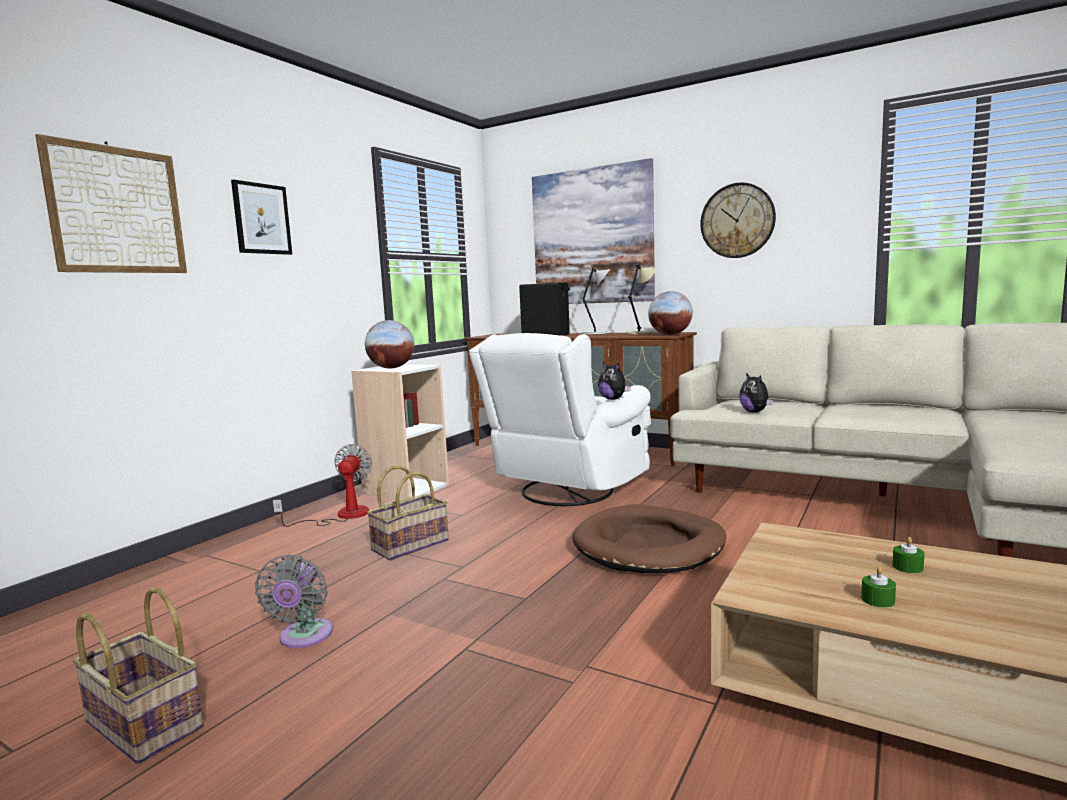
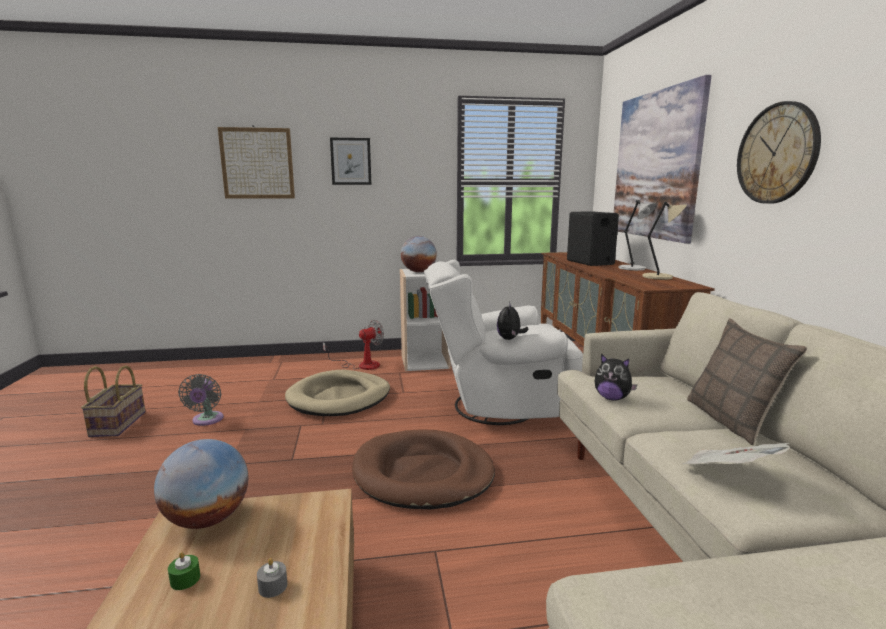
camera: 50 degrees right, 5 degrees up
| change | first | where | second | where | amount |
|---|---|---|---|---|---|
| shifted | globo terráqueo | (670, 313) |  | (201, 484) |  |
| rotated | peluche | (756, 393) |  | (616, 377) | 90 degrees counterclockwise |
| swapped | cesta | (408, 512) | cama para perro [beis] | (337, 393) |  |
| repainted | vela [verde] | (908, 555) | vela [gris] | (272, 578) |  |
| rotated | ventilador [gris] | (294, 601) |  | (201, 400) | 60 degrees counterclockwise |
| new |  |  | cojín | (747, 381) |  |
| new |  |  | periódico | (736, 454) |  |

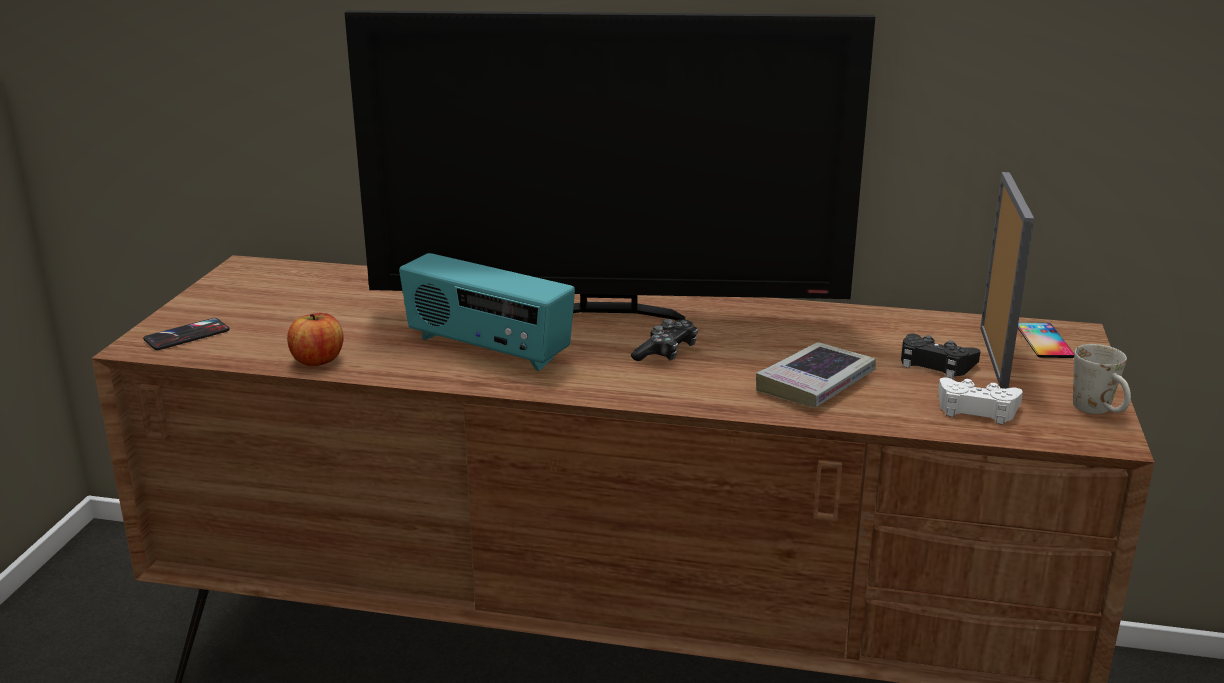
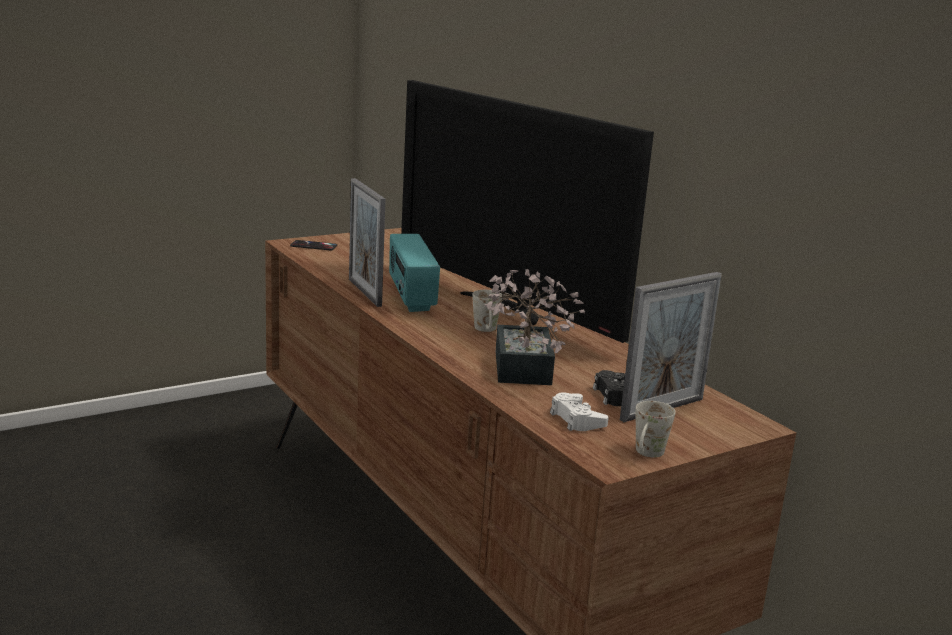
camera: 45 degrees right, 5 degrees down
| change | first | where | second | where | amount |
|---|---|---|---|---|---|
| gone | manzana | (315, 339) |  |  |  |
| swapped | mando de consola | (664, 340) | taza grande [blanco] | (487, 311) |  |
| gone | móvil | (1046, 340) |  |  |  |
| swapped | libro | (816, 374) | planta en maceta | (535, 327) |  |
| new |  |  | portarretratos | (367, 242) |  |

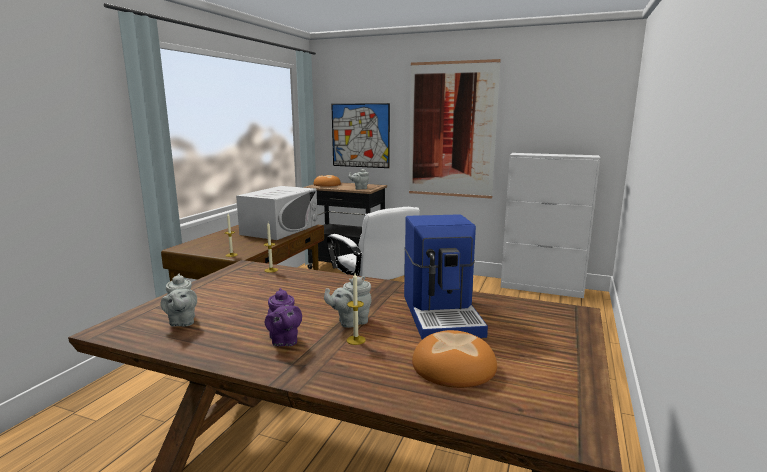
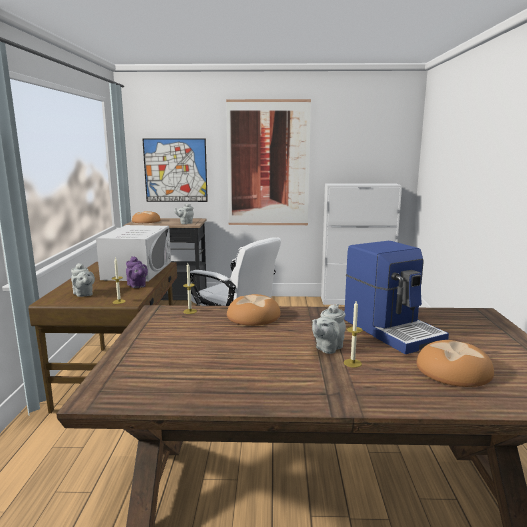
camera: 20 degrees left, 0 degrees up
| change | first | where | second | where | amount |
|---|---|---|---|---|---|
| shifted | tetera [gris] | (179, 300) |  | (83, 280) |  |
| shifted | tetera [morado] | (283, 317) |  | (137, 272) |  |
| new |  |  | pan | (254, 310) |  |

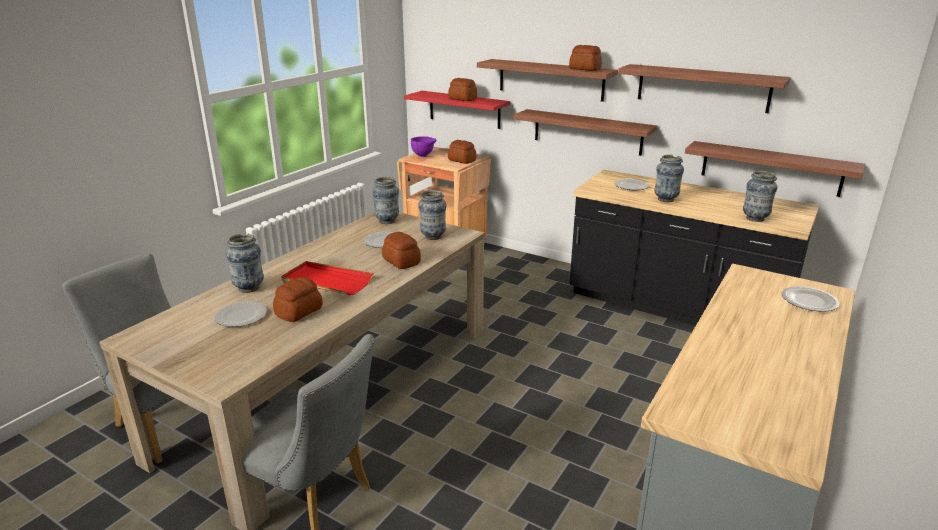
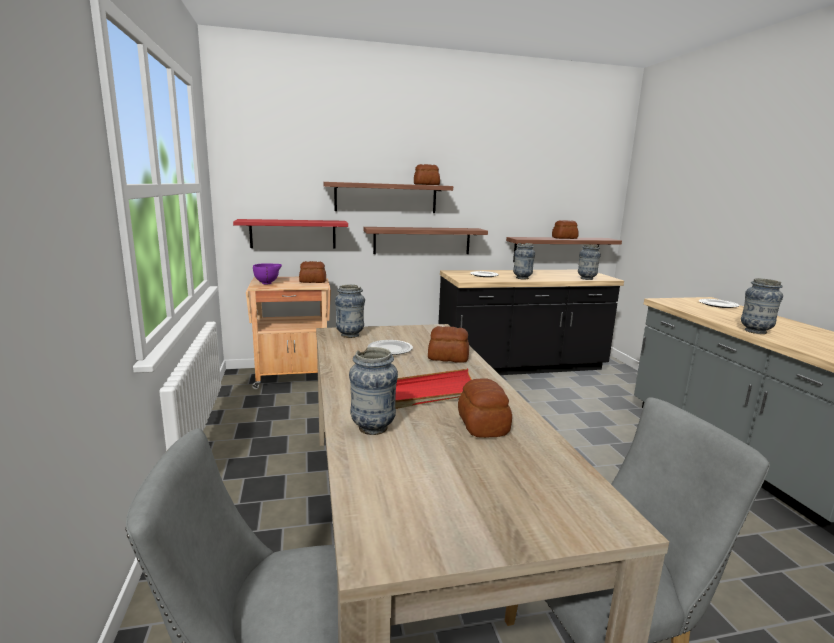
camera: 45 degrees left, 10 degrees down
| change | first | where | second | where | amount |
|---|---|---|---|---|---|
| gone | estante | (704, 88) |  |  |  |
| shifted | pan | (462, 89) |  | (565, 229) |  |
| shifted | florero | (432, 215) |  | (762, 306) |  |
| gone | plato | (240, 314) |  |  |  |

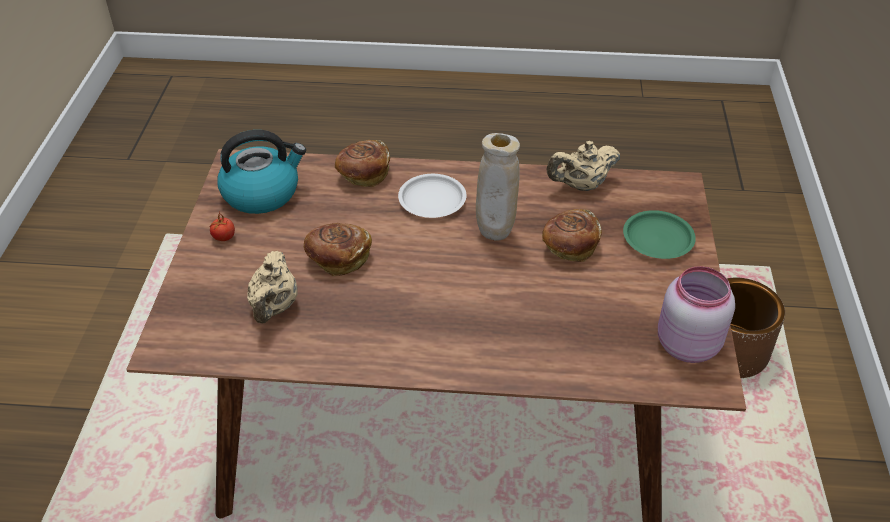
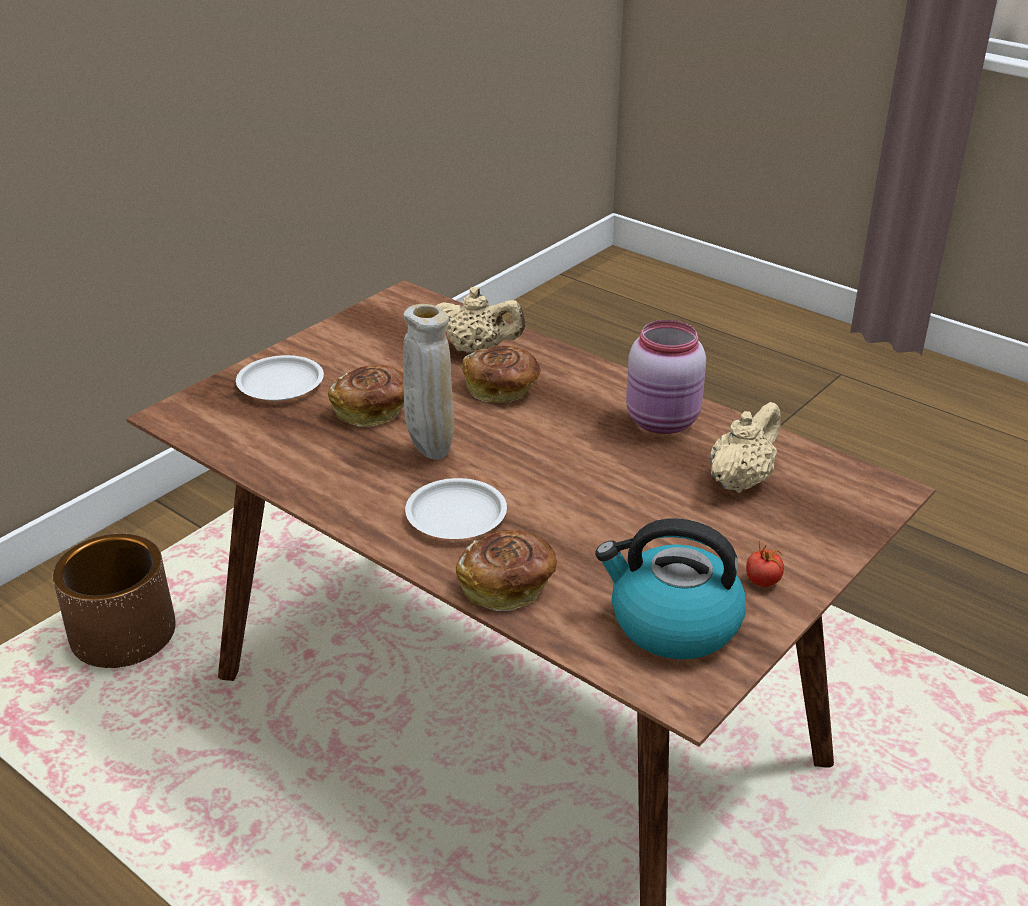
camera: 145 degrees left, 10 degrees down
| change | first | where | second | where | amount |
|---|---|---|---|---|---|
| shifted | tetera [beis] | (583, 166) |  | (480, 320) |  |
| repainted | plato [verde] | (659, 234) | plato [blanco] | (280, 378) |  |
| shifted | pan | (338, 249) |  | (501, 374) |  |
| shifted | tarro [rosa] | (696, 314) |  | (666, 377) |  |

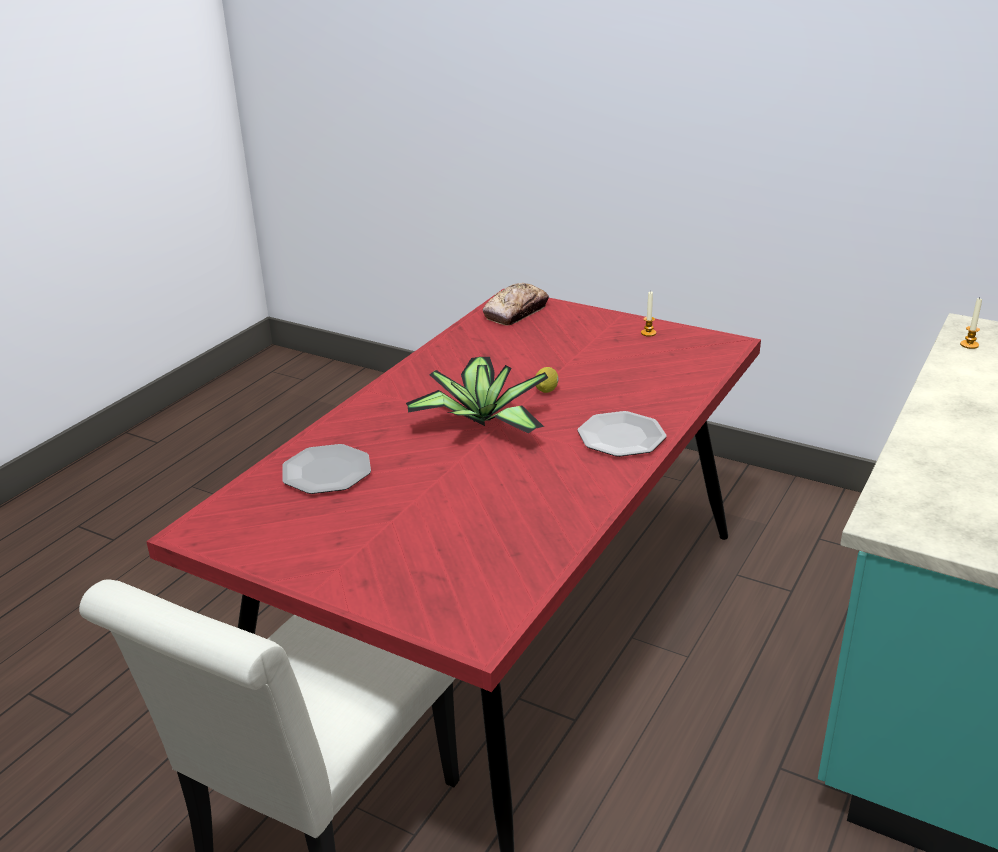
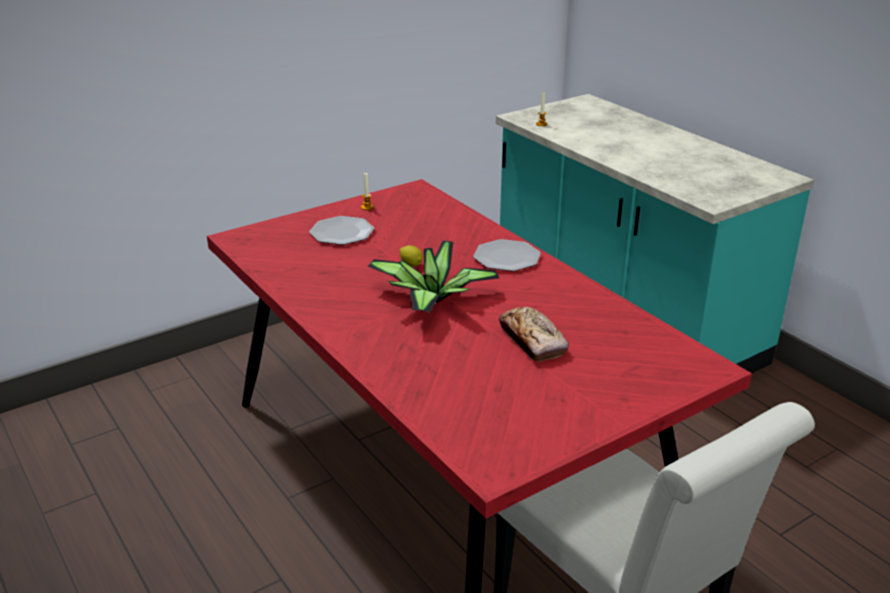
camera: 65 degrees left, 0 degrees up
| change | first | where | second | where | amount |
|---|---|---|---|---|---|
| shifted | pan | (516, 304) |  | (534, 334) |  |
| shifted | plato | (326, 469) |  | (341, 230) |  |

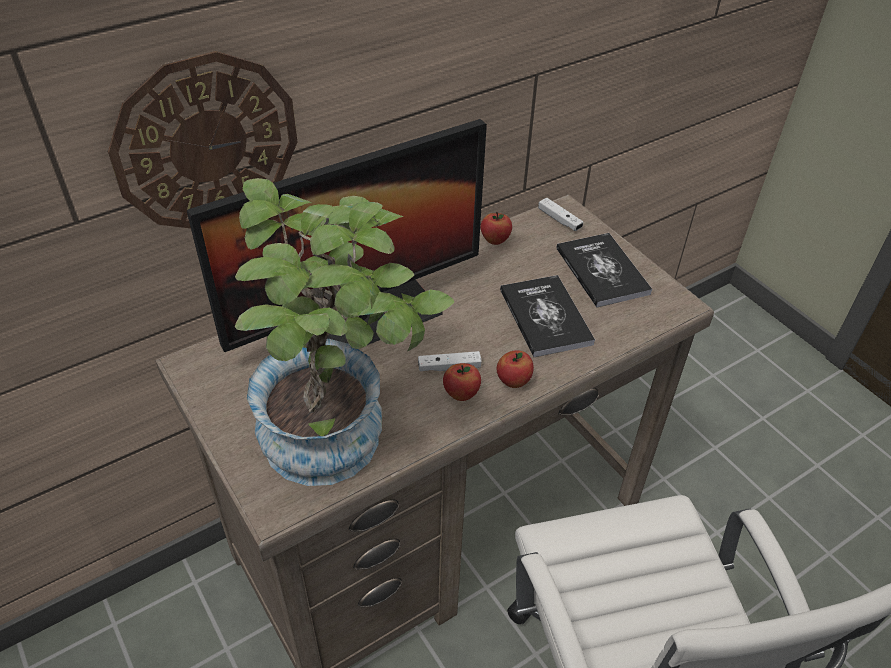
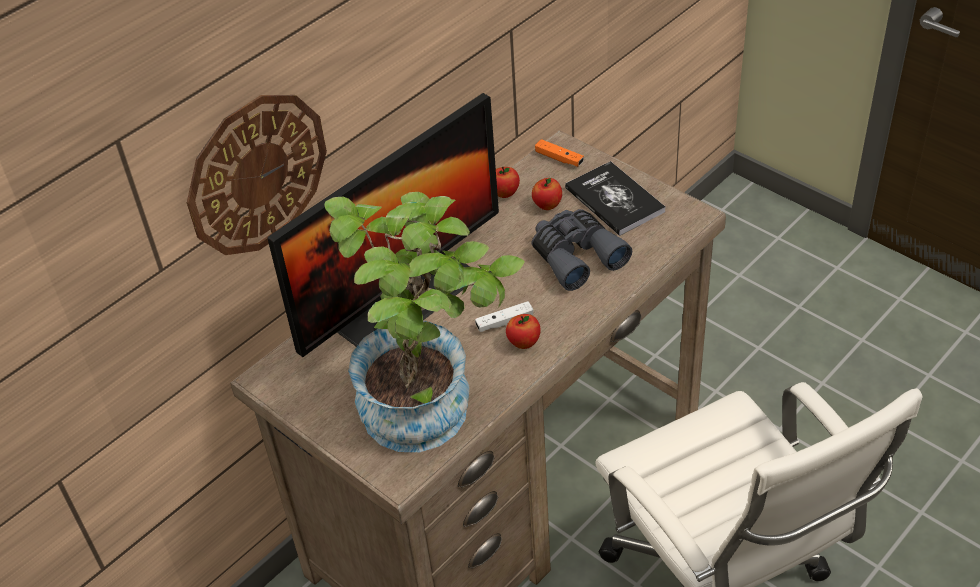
camera: 10 degrees left, 0 degrees up
| change | first | where | second | where | amount |
|---|---|---|---|---|---|
| repainted | mando de consola [blanco] | (560, 214) | mando de consola [naranja] | (559, 153) |  |
| swapped | libro | (547, 316) | prismáticos [gris] | (582, 250) |  |
| shifted | manzana | (515, 369) |  | (547, 194) |  |

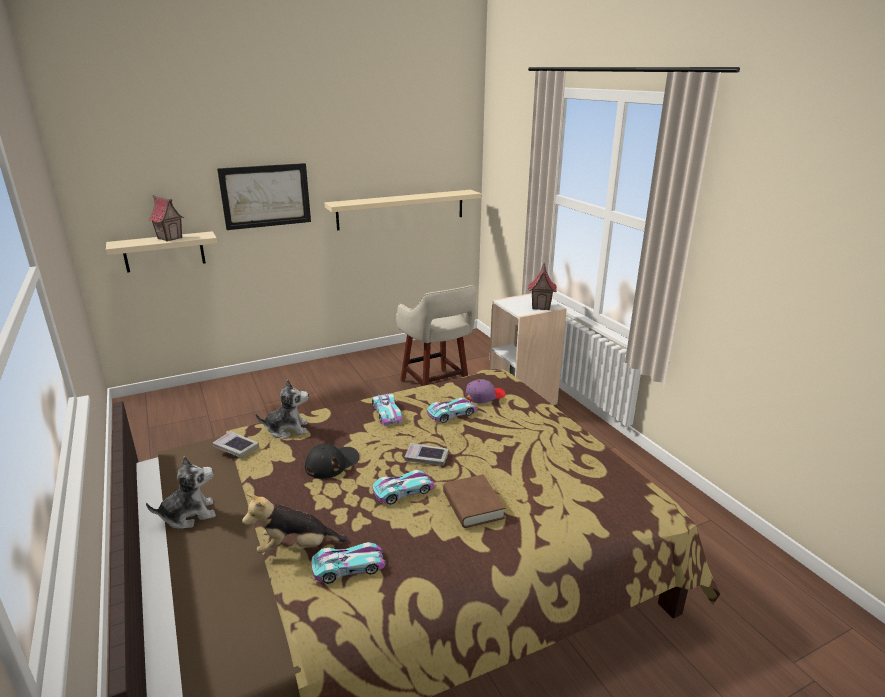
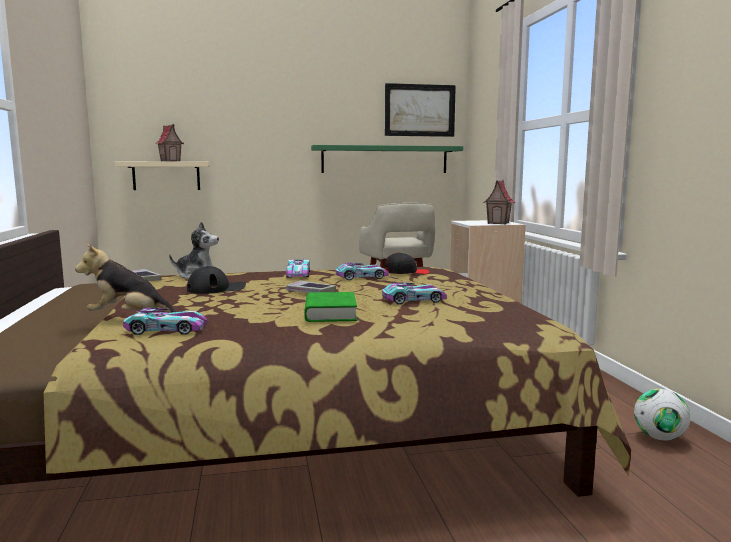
camera: 15 degrees right, 15 degrees down
| change | first | where | second | where | amount |
|---|---|---|---|---|---|
| shifted | cuadro | (264, 196) |  | (420, 110) |  |
| repainted | estante [beis] | (403, 210) | estante [verde] | (387, 159) |  |
| repainted | gorra [morado] | (486, 391) | gorra [negro] | (407, 263) |  |
| gone | peluche | (181, 492) |  |  |  |
| shifted | coche de juguete | (403, 487) |  | (414, 293) |  |
| repainted | libro [marrón] | (474, 501) | libro [verde] | (330, 307) |  |
| new |  |  | balón de fútbol | (662, 414) |  |

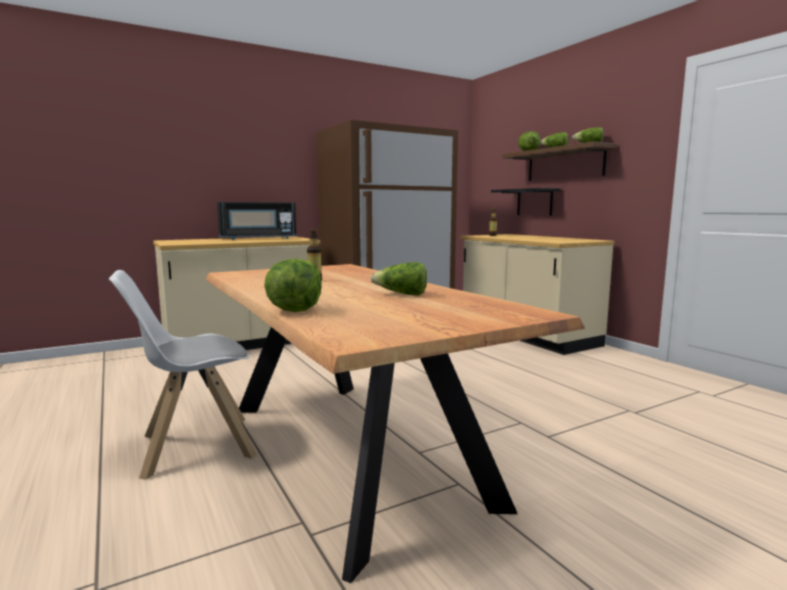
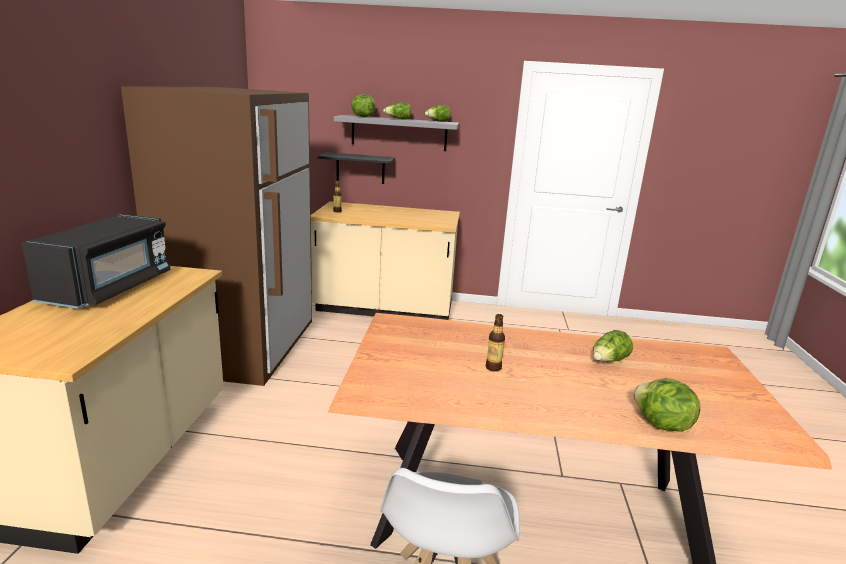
camera: 55 degrees left, 10 degrees up
| change | first | where | second | where | amount |
|---|---|---|---|---|---|
| repainted | estante [marrón] | (559, 161) | estante [gris] | (396, 133) |  |

